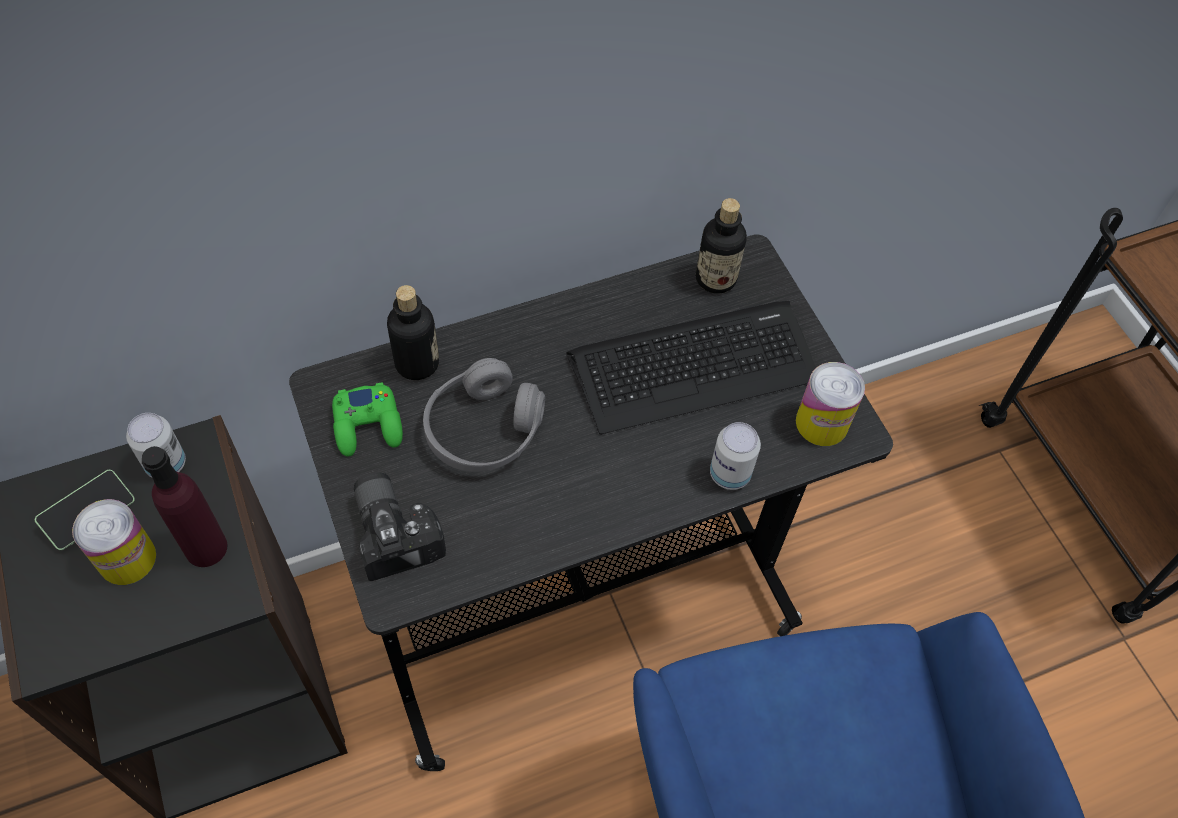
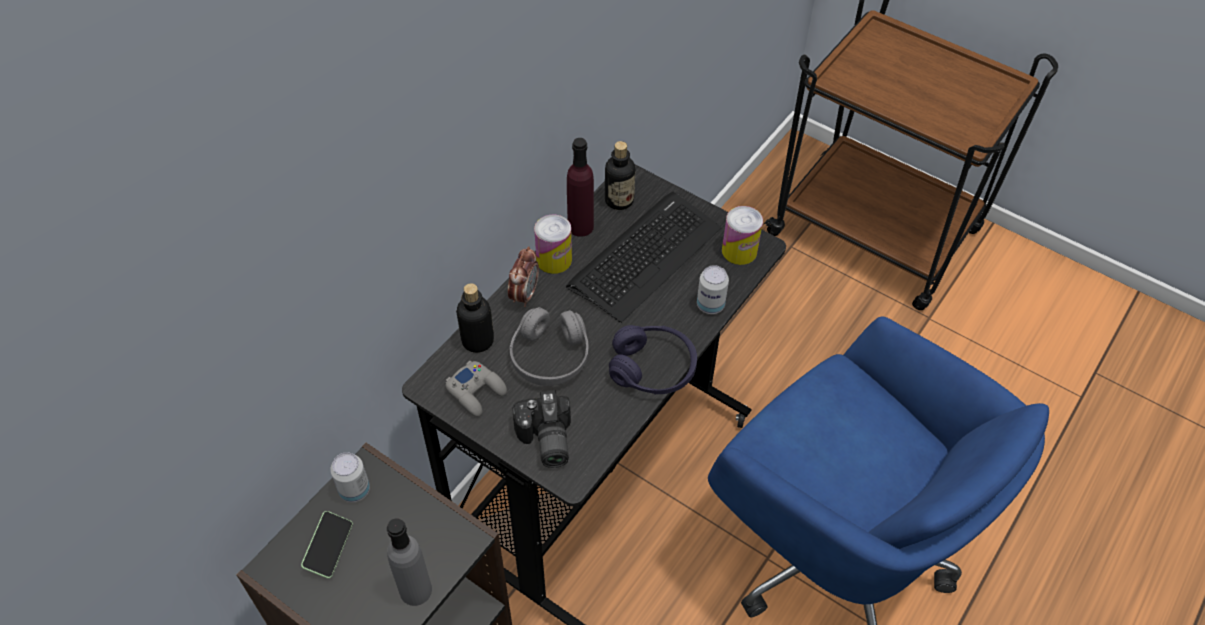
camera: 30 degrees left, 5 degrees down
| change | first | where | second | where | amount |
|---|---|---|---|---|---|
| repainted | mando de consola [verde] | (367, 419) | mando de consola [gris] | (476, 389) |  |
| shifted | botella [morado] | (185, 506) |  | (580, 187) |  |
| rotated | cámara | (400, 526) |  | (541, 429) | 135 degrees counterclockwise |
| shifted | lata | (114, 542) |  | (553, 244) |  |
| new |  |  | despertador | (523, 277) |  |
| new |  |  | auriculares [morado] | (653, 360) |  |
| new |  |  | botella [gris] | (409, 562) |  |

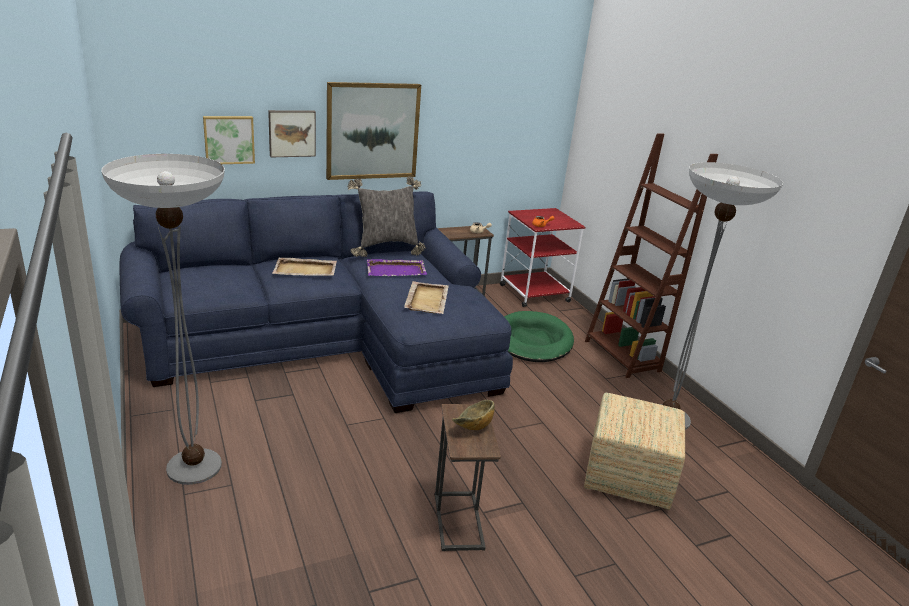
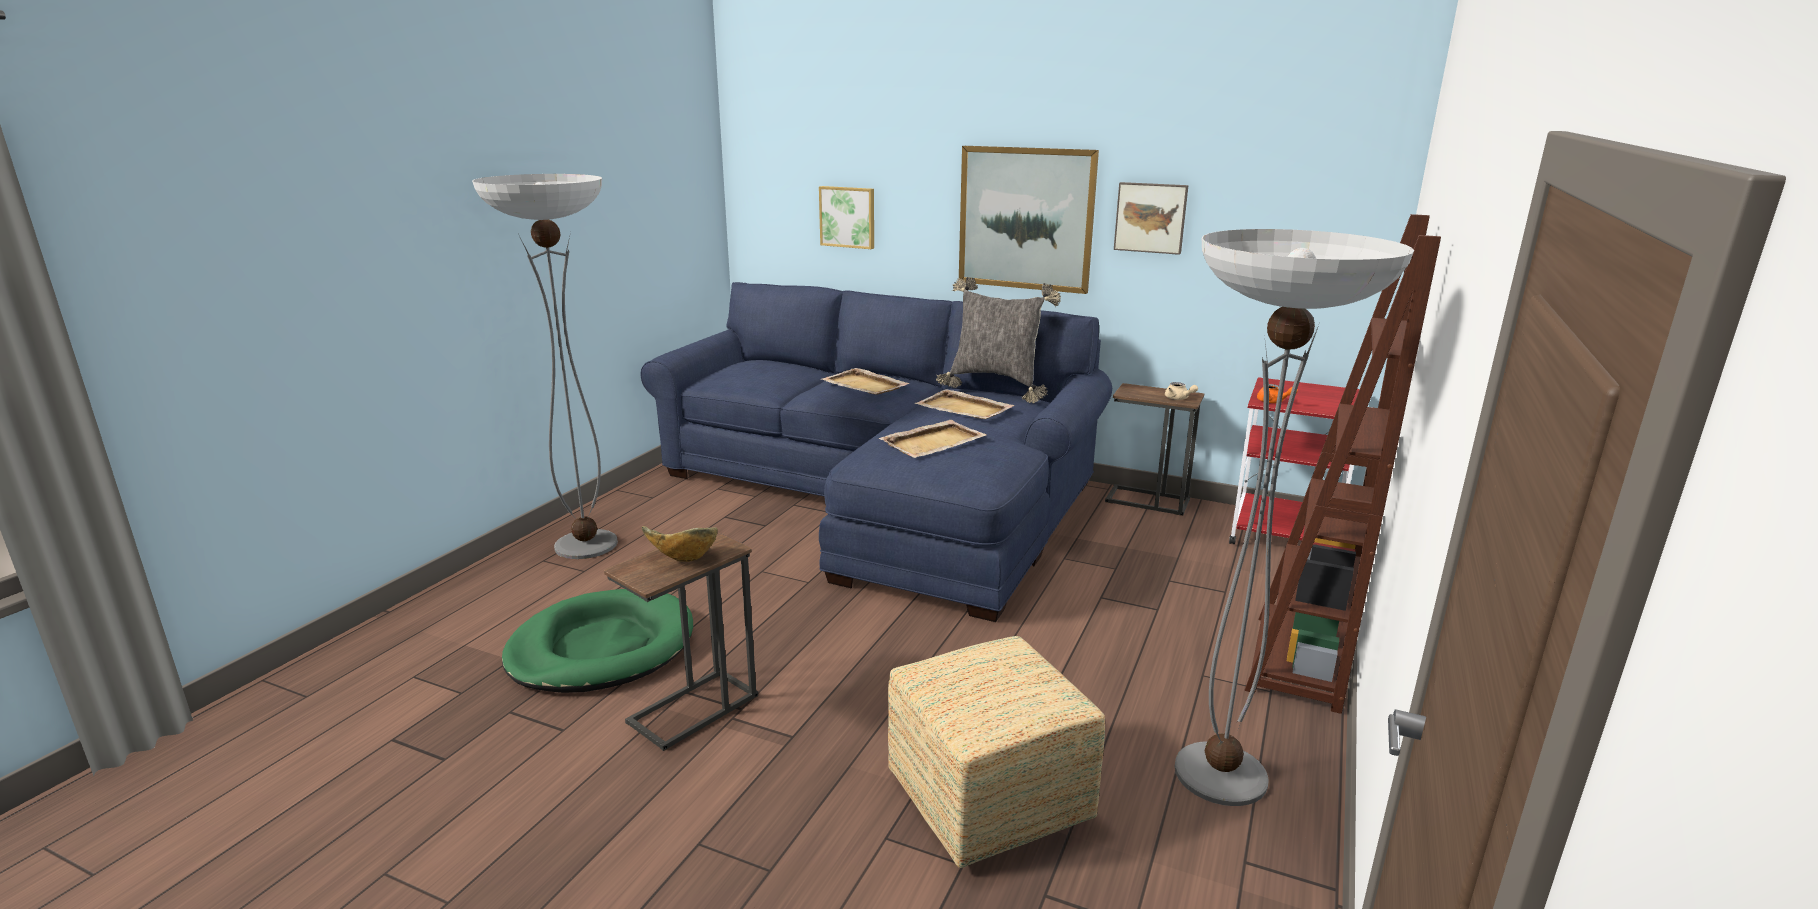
camera: 50 degrees right, 5 degrees down
| change | first | where | second | where | amount |
|---|---|---|---|---|---|
| shifted | cuadro | (292, 133) |  | (1151, 218) |  |
| repainted | bandeja [morado] | (397, 267) | bandeja [beis] | (965, 404) |  |
| shifted | cama para perro [verde] | (539, 336) |  | (597, 641) |  |

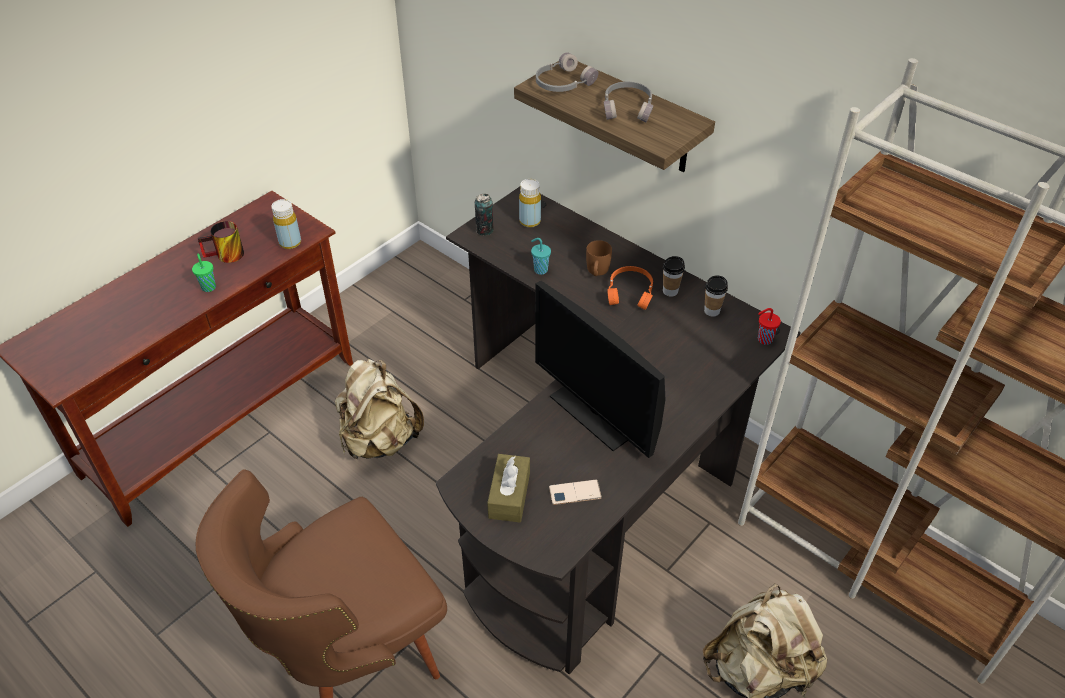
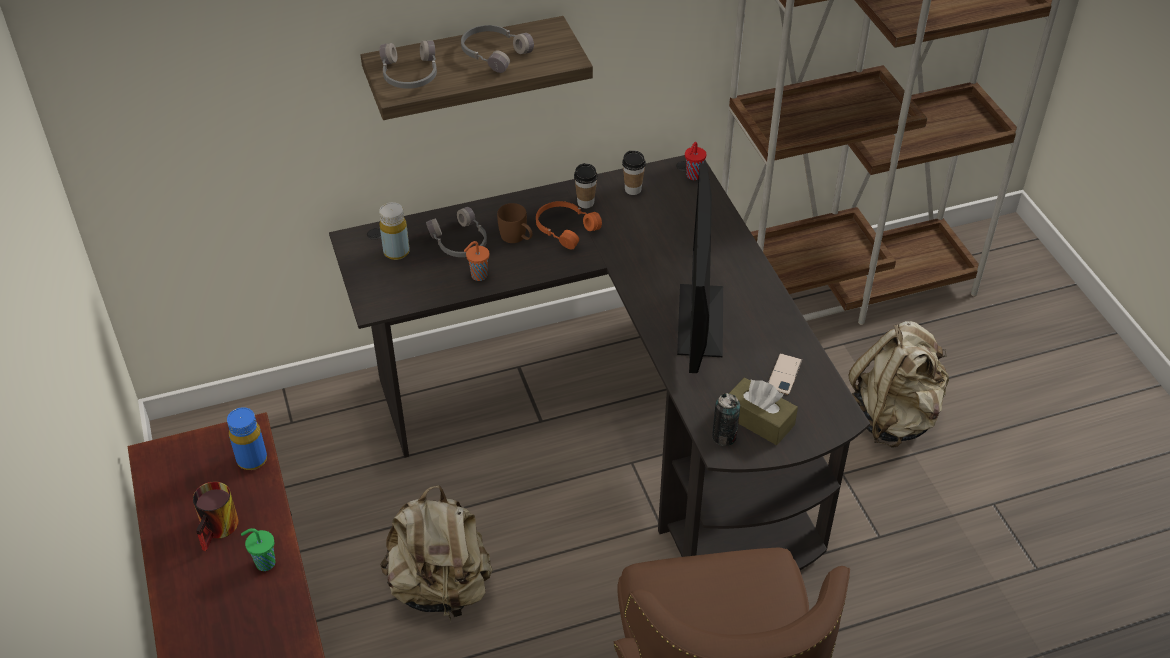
camera: 60 degrees left, 0 degrees up
| change | first | where | second | where | amount |
|---|---|---|---|---|---|
| shifted | lata | (484, 215) |  | (726, 419) |  |
| repainted | botella [amarillo] | (286, 224) | botella [azul] | (247, 438) |  |
| repainted | taza [turquesa] | (541, 256) | taza [naranja] | (476, 261) |  |
| rotated | monitor | (600, 369) |  | (700, 268) | 105 degrees clockwise |
| new |  |  | auriculares [gris] | (456, 232) |  |

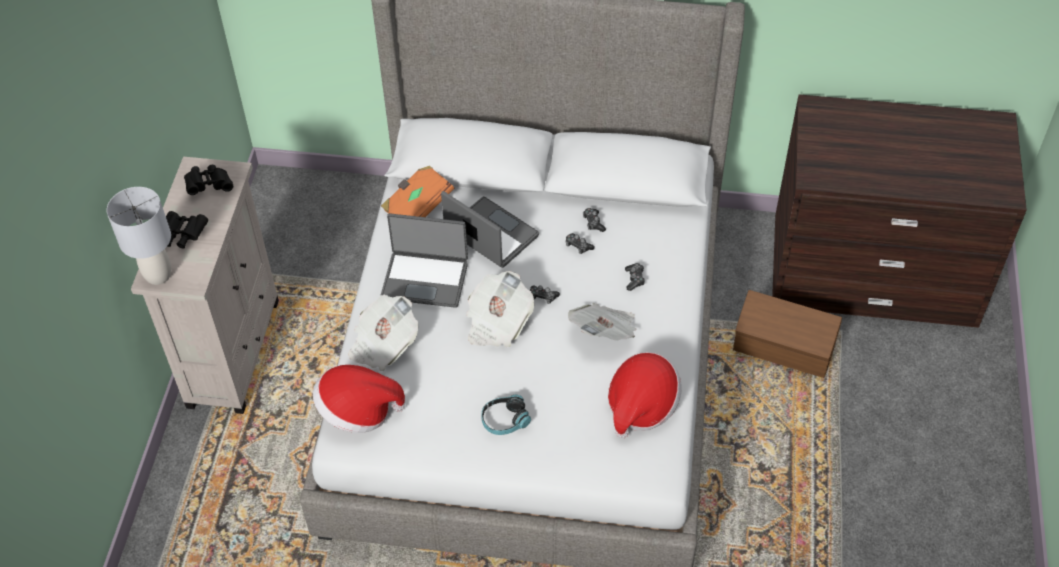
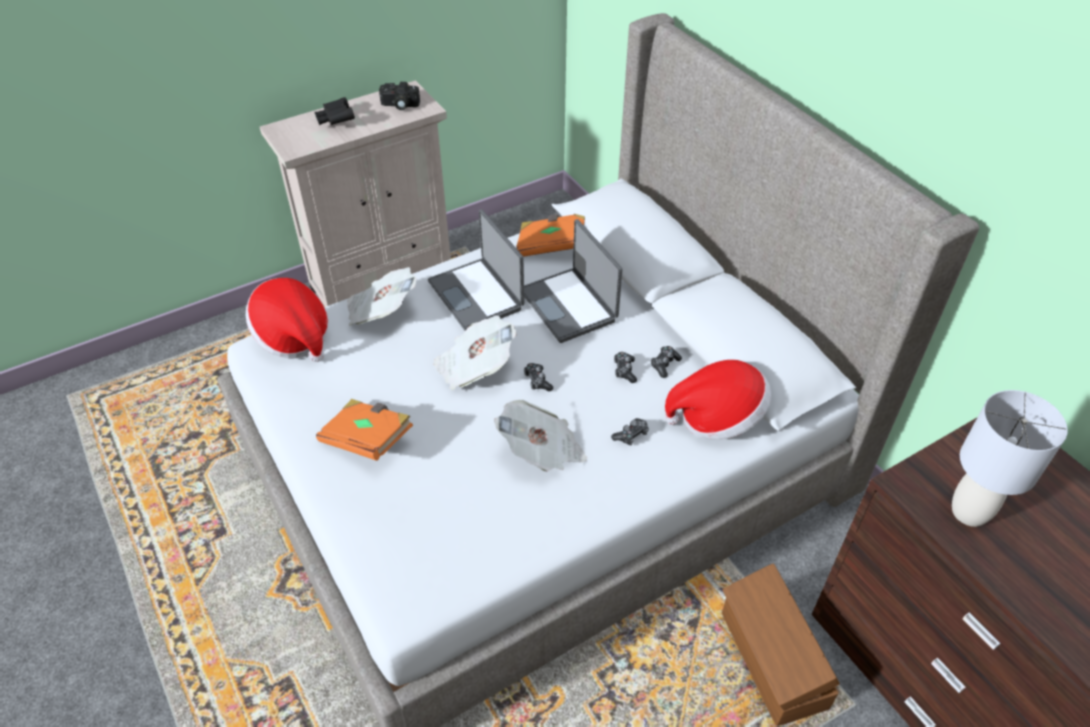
camera: 50 degrees right, 5 degrees down
| change | first | where | second | where | amount |
|---|---|---|---|---|---|
| swapped | prismáticos [negro] | (208, 180) | cámara | (399, 96) |  |
| shifted | lámpara de mesa [gris] | (139, 236) |  | (1010, 458) |  |
| rotated | portátil | (490, 229) |  | (573, 281) | 150 degrees clockwise |
| shifted | sombrero | (645, 395) |  | (718, 400) |  |
| swapped | auriculares | (506, 415) | libro [naranja] | (364, 430) |  |

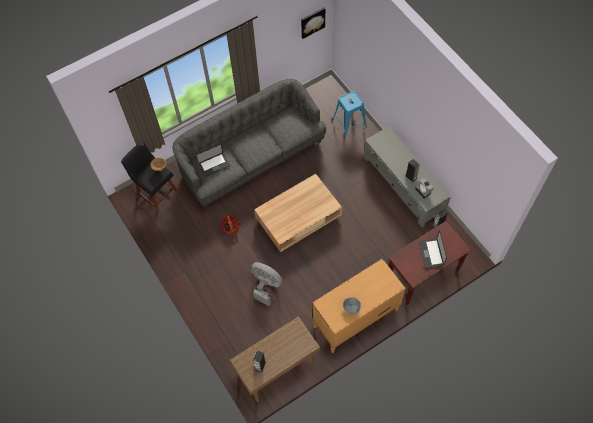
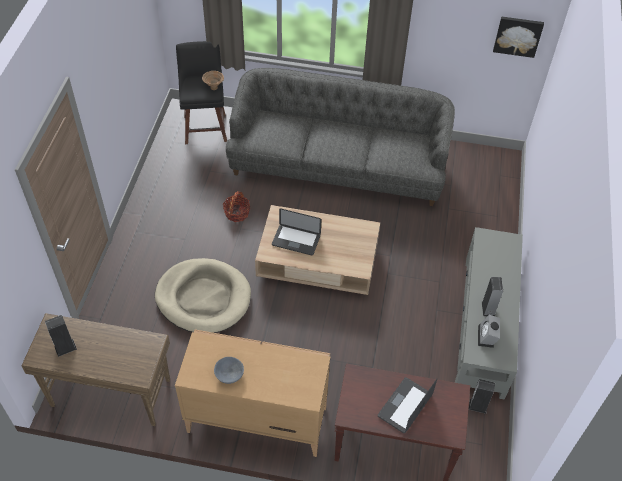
camera: 40 degrees right, 10 degrees down
| change | first | where | second | where | amount |
|---|---|---|---|---|---|
| gone | taburete [azul] | (350, 114) |  |  |  |
| shifted | portátil | (213, 160) |  | (297, 232) |  |
| swapped | ventilador [gris] | (267, 284) | cama para perro [beis] | (203, 295) |  |

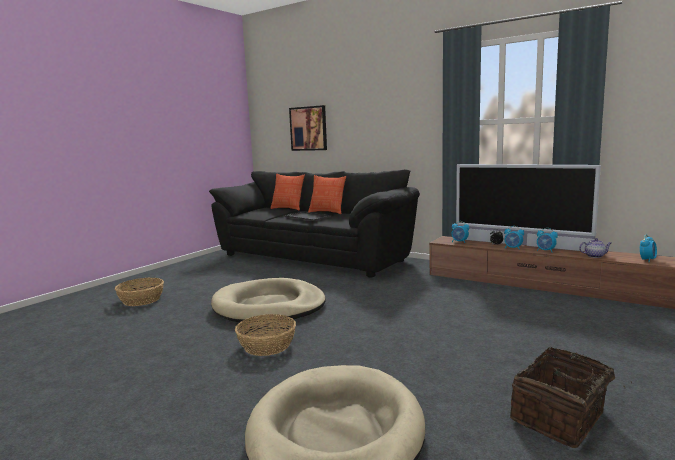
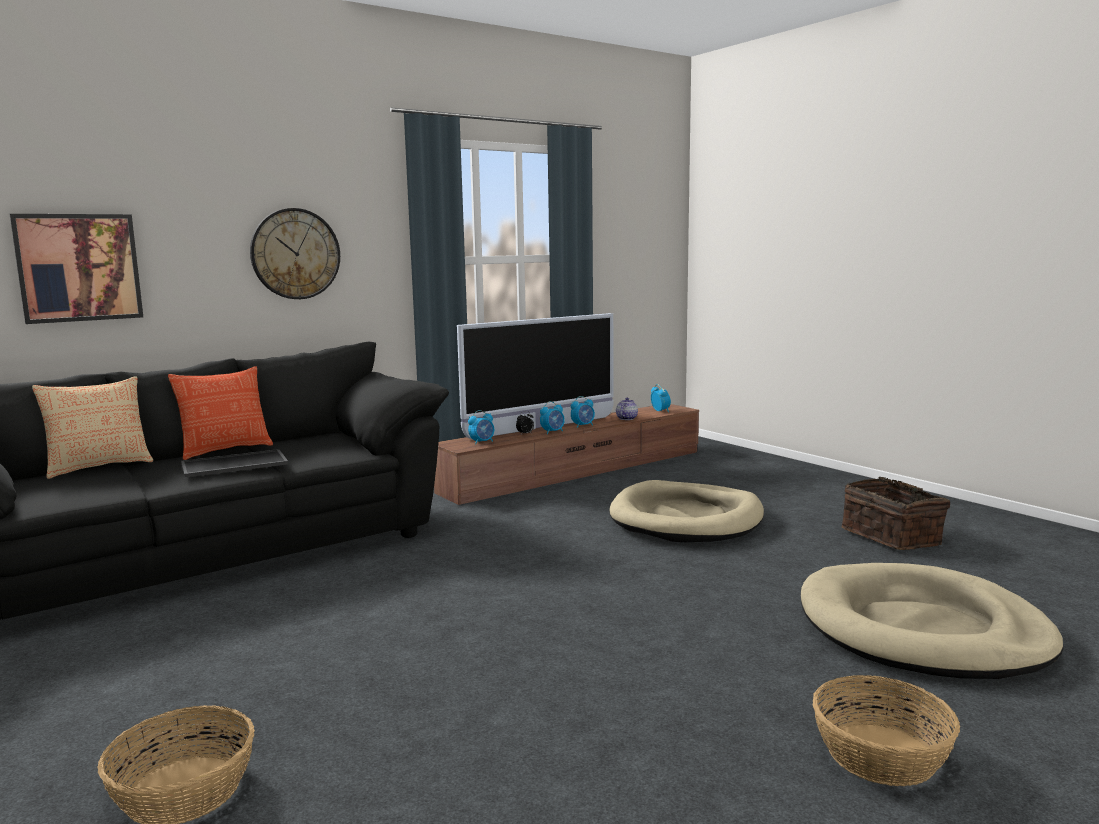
camera: 70 degrees left, 0 degrees up
| change | first | where | second | where | amount |
|---|---|---|---|---|---|
| repainted | cojín [naranja] | (287, 192) | cojín [beis] | (92, 427) |  |
| shifted | cama para perro [beis] | (268, 300) |  | (686, 511) |  |
| shifted | cesta | (265, 335) |  | (886, 730) |  |
| new |  |  | reloj de pared | (295, 253) |  |

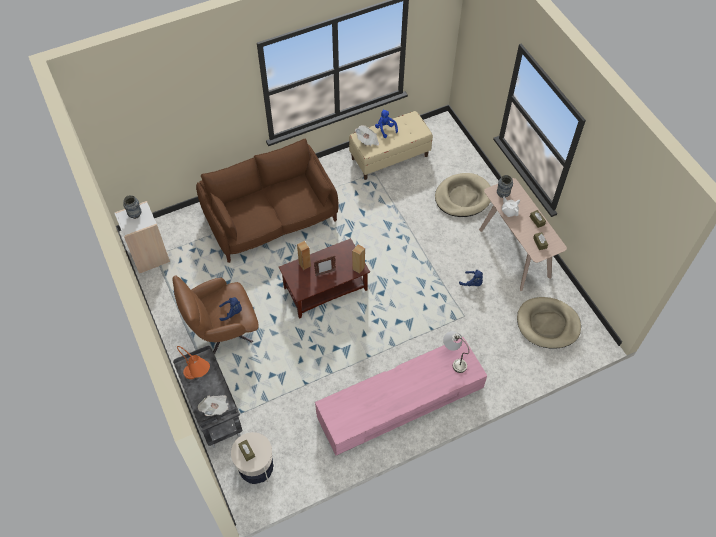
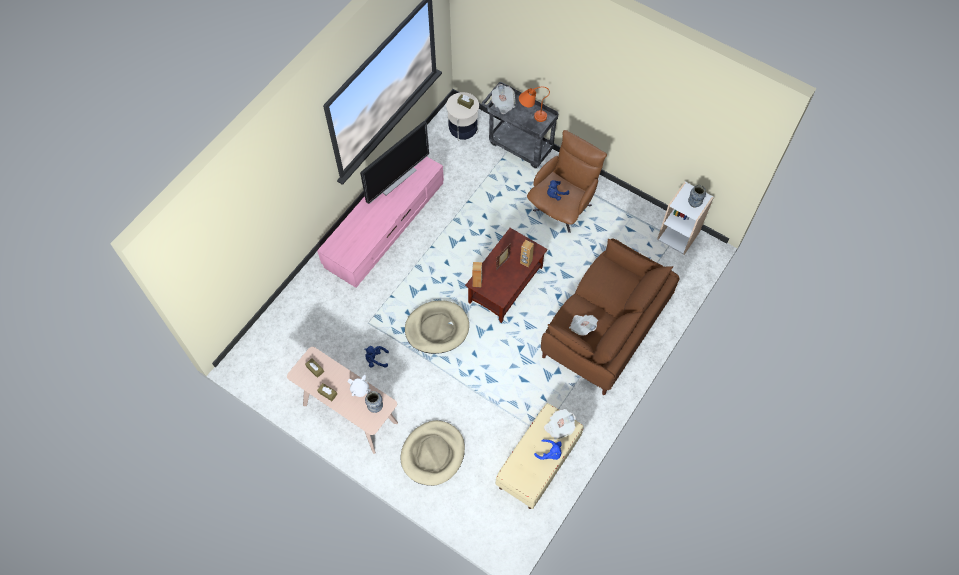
camera: 150 degrees right, 5 degrees up
| change | first | where | second | where | amount |
|---|---|---|---|---|---|
| shifted | cama para perro [beis] | (549, 323) |  | (437, 327) |  |
| gone | lámpara de mesa [gris] | (456, 352) |  |  |  |
| new |  |  | televisor | (394, 162) |  |
| new |  |  | periódico | (583, 325) |  |

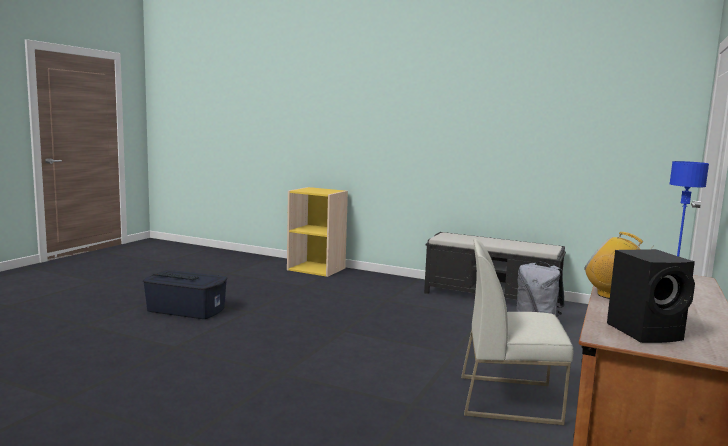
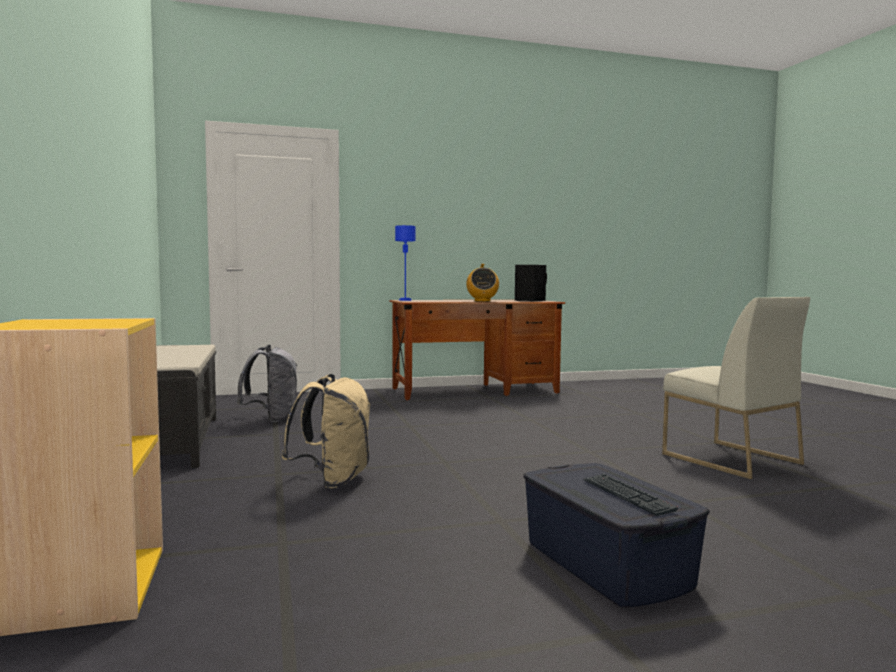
camera: 130 degrees left, 5 degrees down
| change | first | where | second | where | amount |
|---|---|---|---|---|---|
| shifted | silla [blanco] | (517, 331) |  | (736, 388) |  |
| new |  |  | mochila [beis] | (326, 431) |  |

